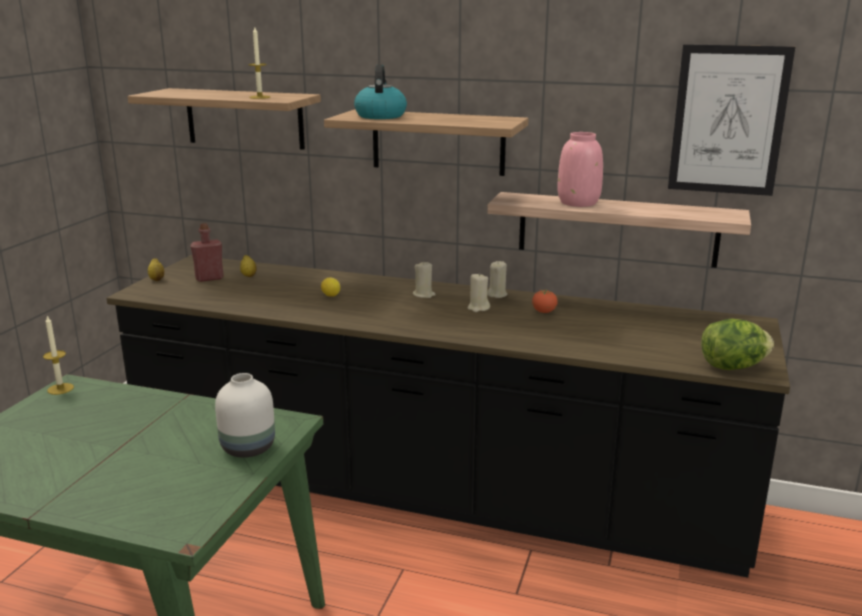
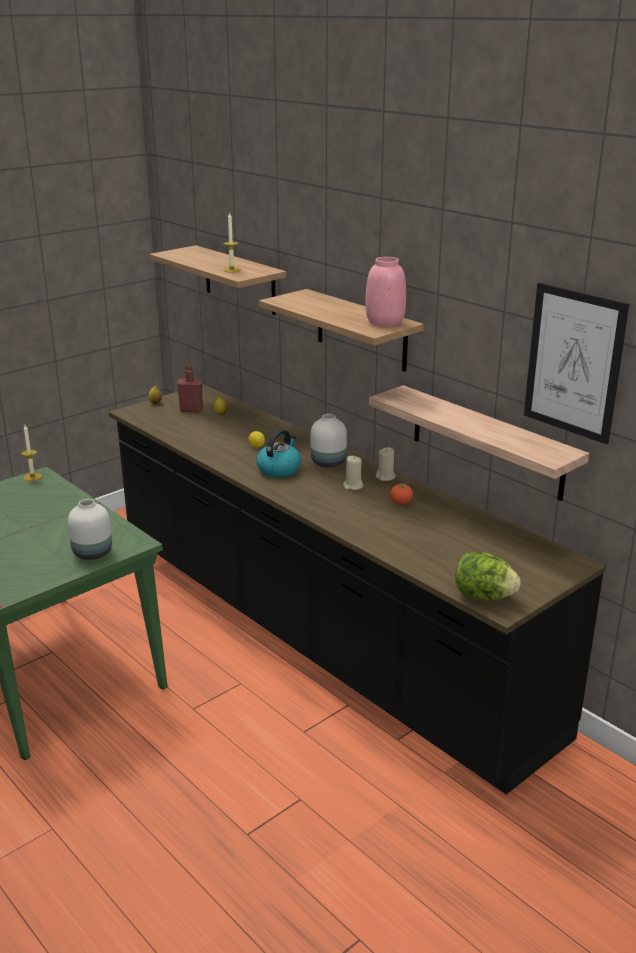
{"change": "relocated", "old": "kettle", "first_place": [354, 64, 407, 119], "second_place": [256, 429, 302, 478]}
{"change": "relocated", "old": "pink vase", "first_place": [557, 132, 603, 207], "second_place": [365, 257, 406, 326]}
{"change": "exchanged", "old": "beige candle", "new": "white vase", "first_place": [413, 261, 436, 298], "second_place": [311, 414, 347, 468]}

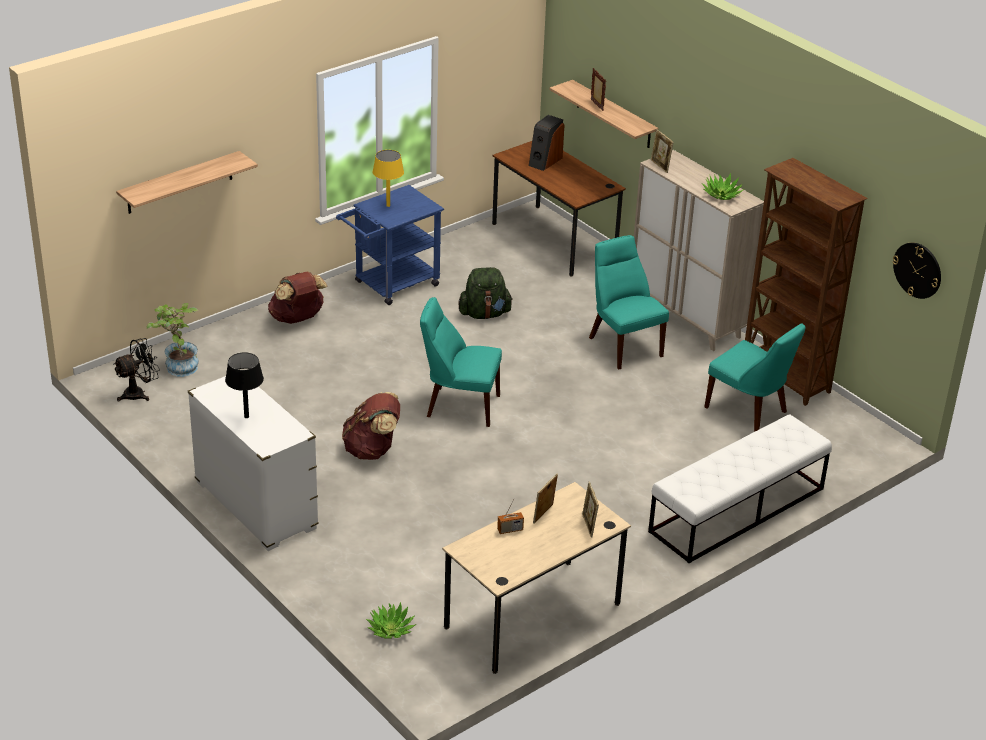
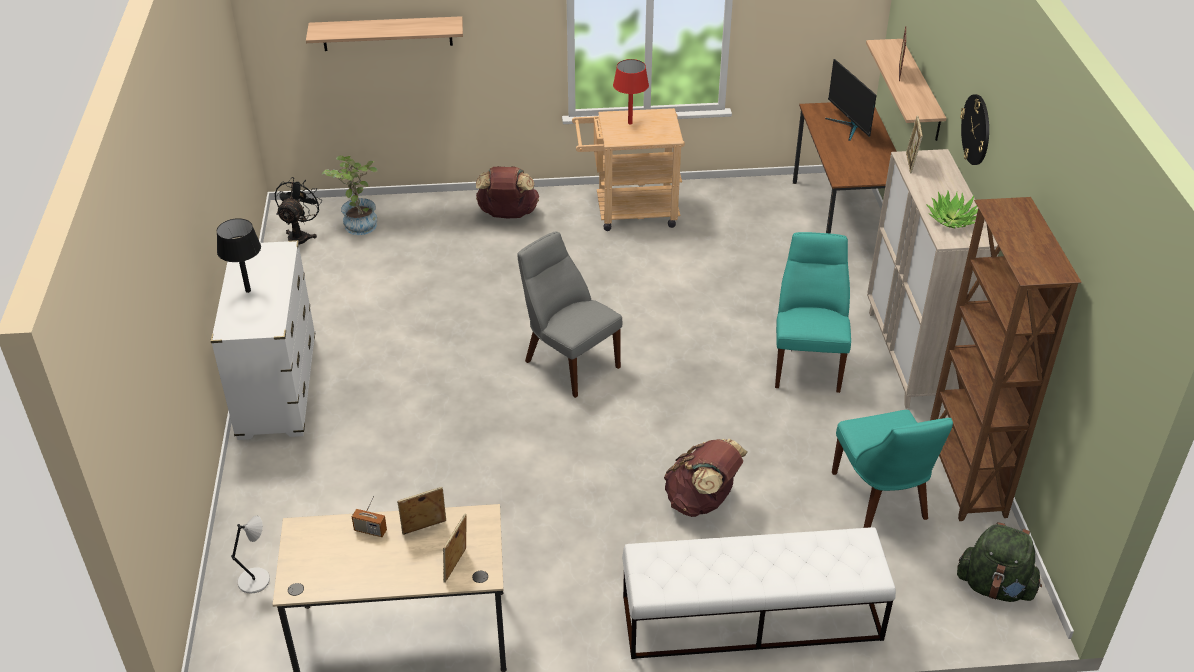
{"change": "relocated", "old": "brown backpack", "first_place": [342, 392, 400, 460], "second_place": [664, 439, 748, 517]}
{"change": "relocated", "old": "green backpack", "first_place": [459, 267, 513, 319], "second_place": [957, 522, 1042, 602]}
{"change": "relocated", "old": "wall clock", "first_place": [892, 242, 941, 299], "second_place": [960, 94, 989, 165]}
{"change": "exchanged", "old": "potted plant", "new": "grey table lamp", "first_place": [366, 602, 416, 639], "second_place": [231, 516, 270, 594]}
{"change": "exchanged", "old": "speaker", "new": "monitor", "first_place": [528, 115, 565, 171], "second_place": [825, 59, 877, 141]}
{"change": "colour", "old": "blue cart", "new": "beige cart", "first_place": [336, 185, 444, 305], "second_place": [572, 108, 685, 231]}
{"change": "colour", "old": "yellow table lamp", "new": "red table lamp", "first_place": [372, 150, 404, 207], "second_place": [613, 59, 649, 124]}
{"change": "colour", "old": "turquoise chair", "new": "grey chair", "first_place": [420, 297, 502, 427], "second_place": [518, 232, 622, 398]}
{"change": "spun", "old": "black fan", "first_place": [114, 338, 160, 402], "second_place": [275, 177, 322, 245], "degrees": -75}

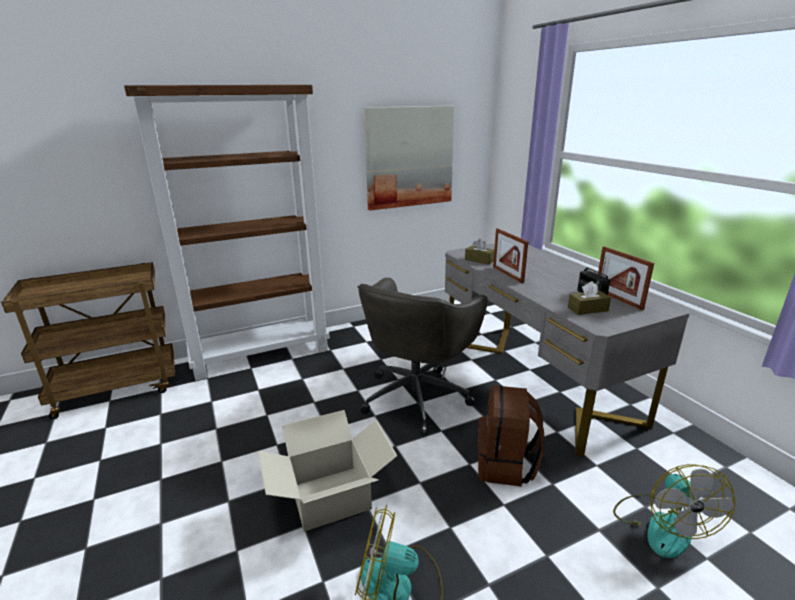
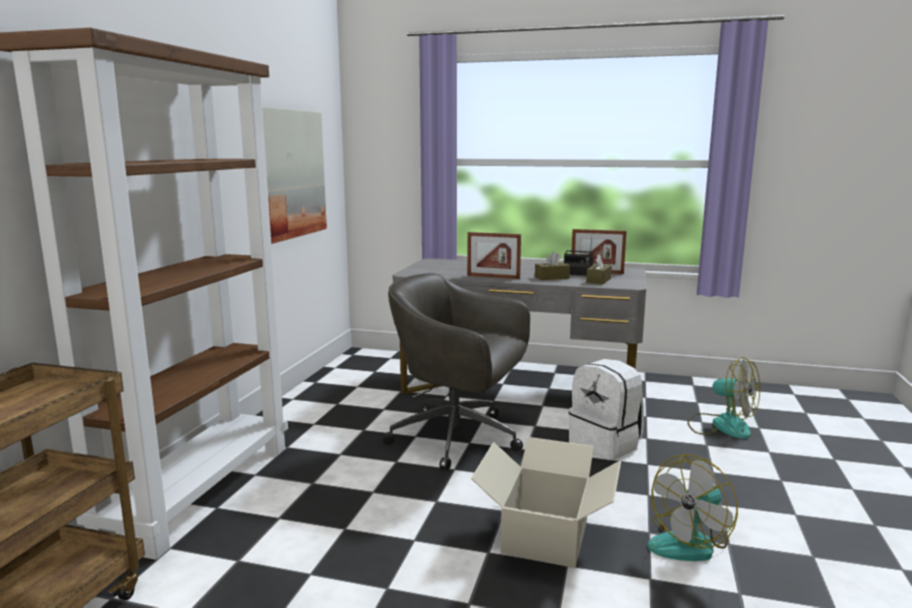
{"change": "relocated", "old": "brown tissue box", "first_place": [465, 239, 494, 265], "second_place": [535, 252, 570, 280]}
{"change": "colour", "old": "brown backpack", "new": "white backpack", "first_place": [478, 386, 544, 487], "second_place": [568, 359, 644, 460]}
{"change": "spun", "old": "grey office chair", "first_place": [358, 278, 488, 435], "second_place": [383, 273, 530, 471], "degrees": 135}

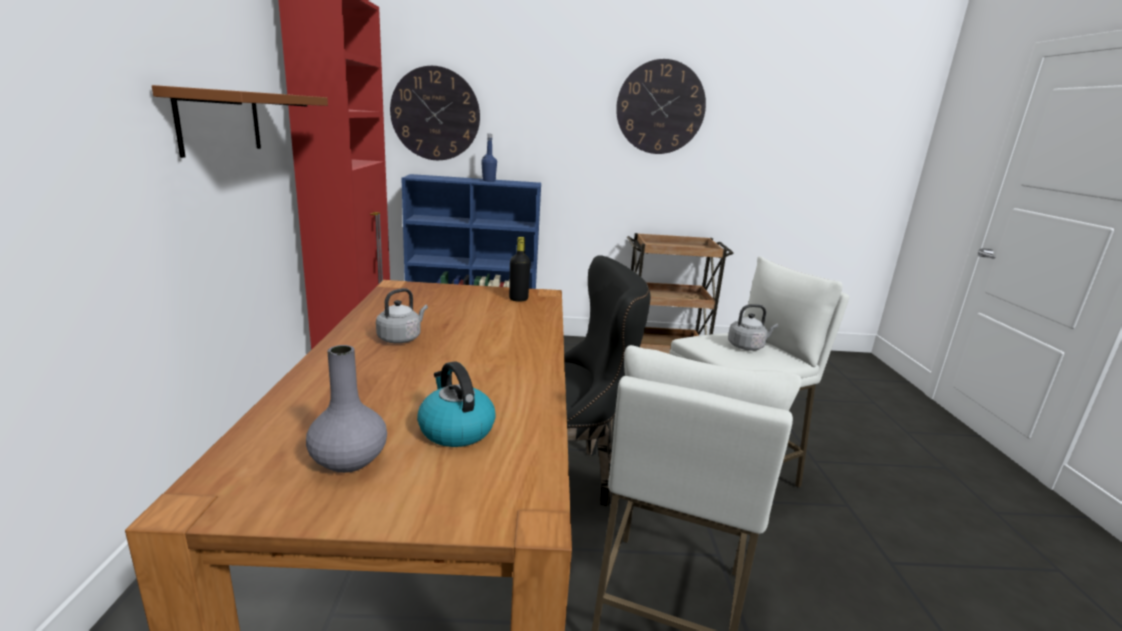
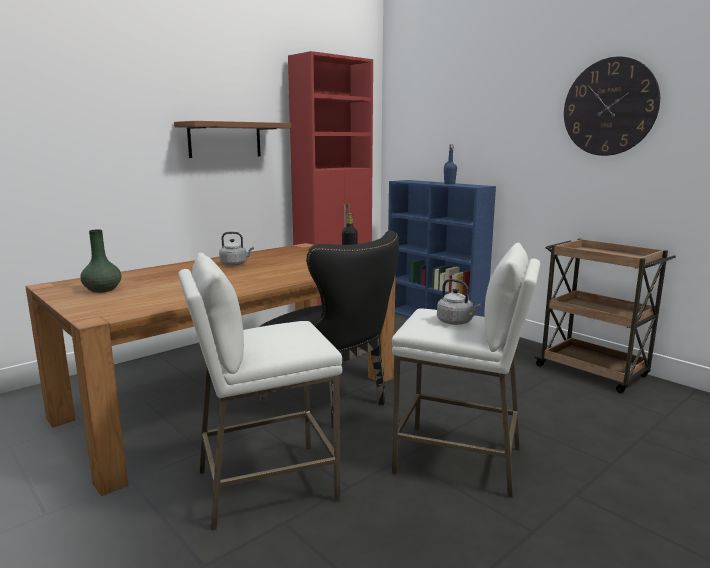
{"change": "missing", "old": "wall clock", "first_place": [390, 66, 480, 160]}
{"change": "missing", "old": "kettle", "first_place": [417, 361, 496, 447]}
{"change": "colour", "old": "grey vase", "new": "green vase", "first_place": [306, 345, 387, 473], "second_place": [80, 229, 121, 293]}

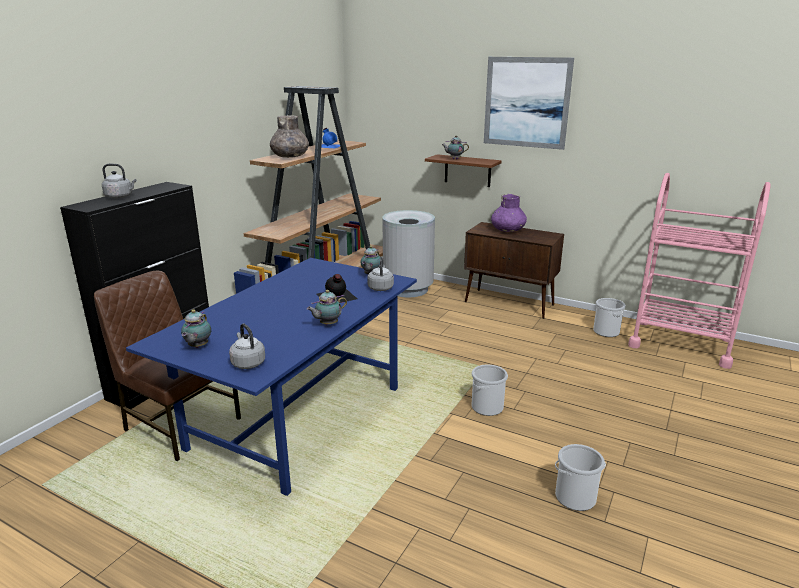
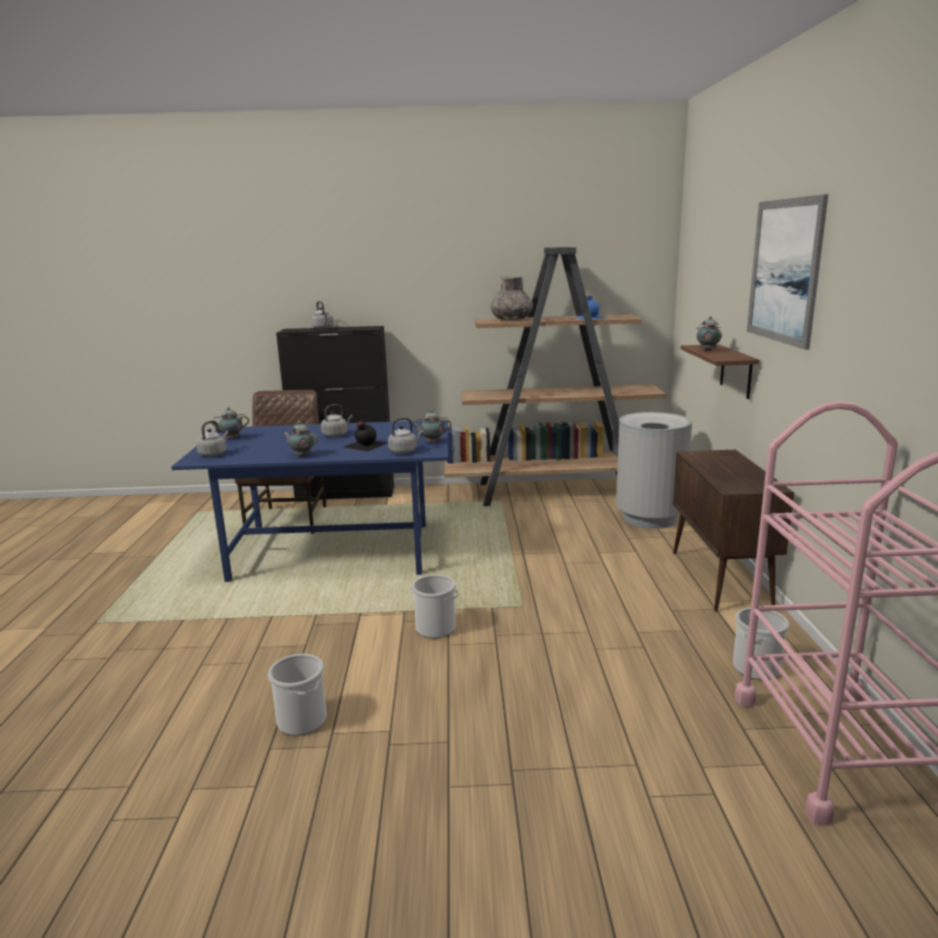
{"change": "missing", "old": "purple vase", "first_place": [491, 194, 527, 232]}
{"change": "appeared", "new": "grey kettle", "second_place": [321, 404, 353, 437]}

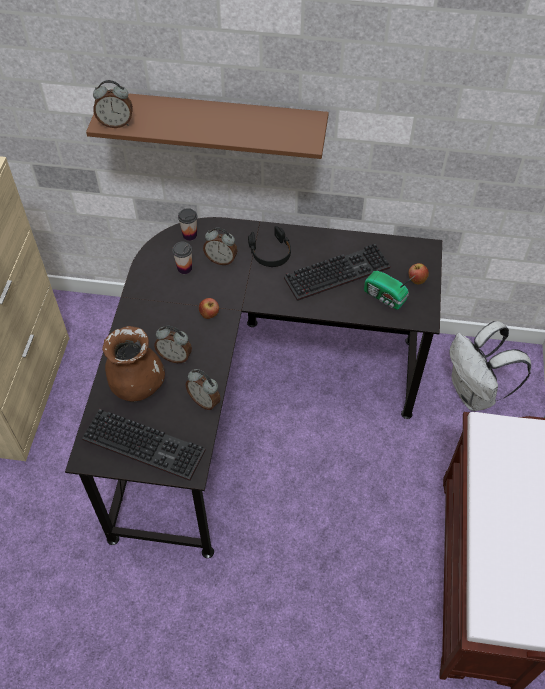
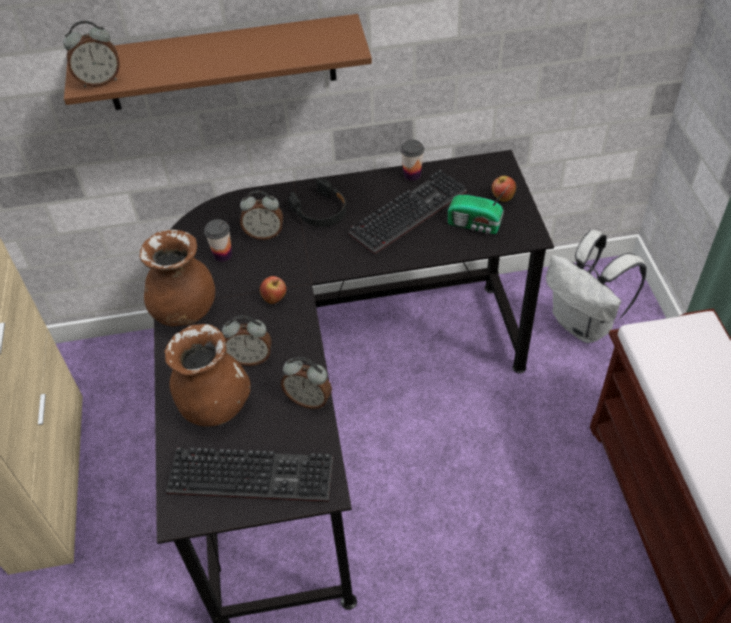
{"change": "appeared", "new": "brown vase", "second_place": [140, 229, 215, 326]}
{"change": "relocated", "old": "cup", "first_place": [178, 208, 197, 241], "second_place": [401, 140, 424, 181]}

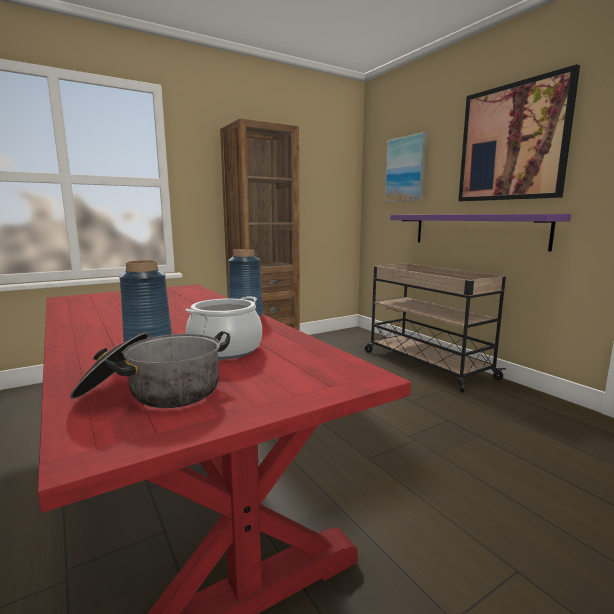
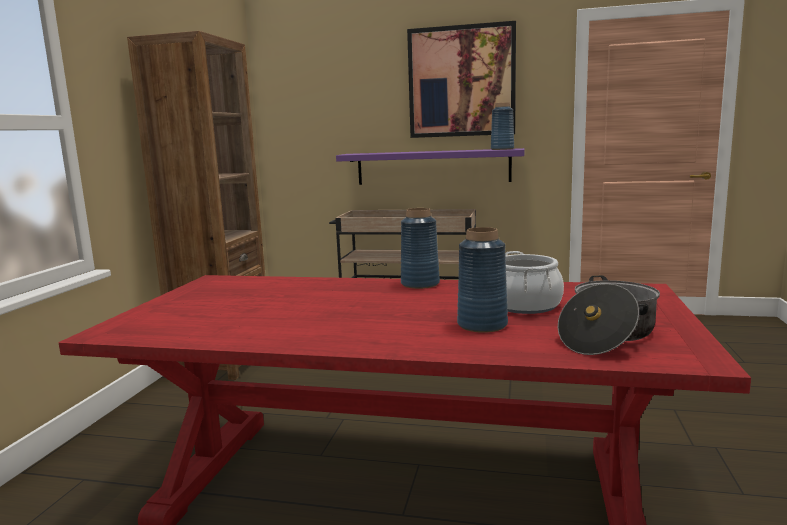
{"change": "missing", "old": "picture", "first_place": [385, 132, 427, 202]}
{"change": "appeared", "new": "blue vase", "second_place": [491, 102, 514, 150]}

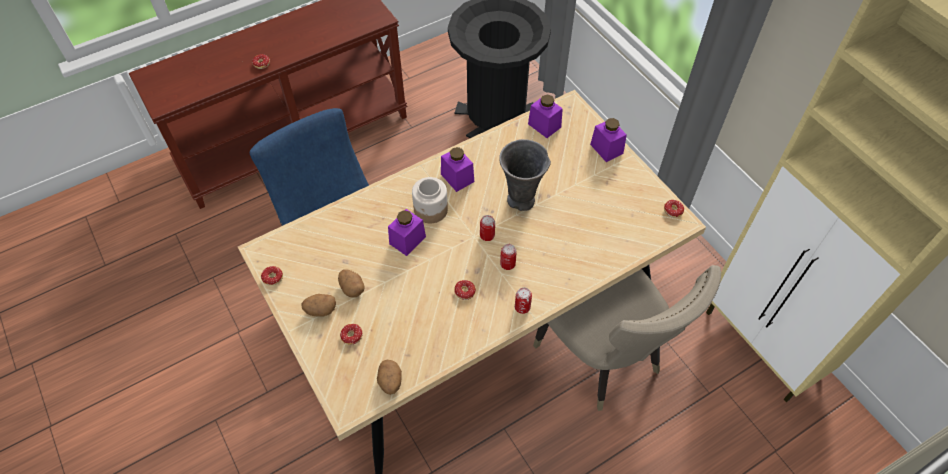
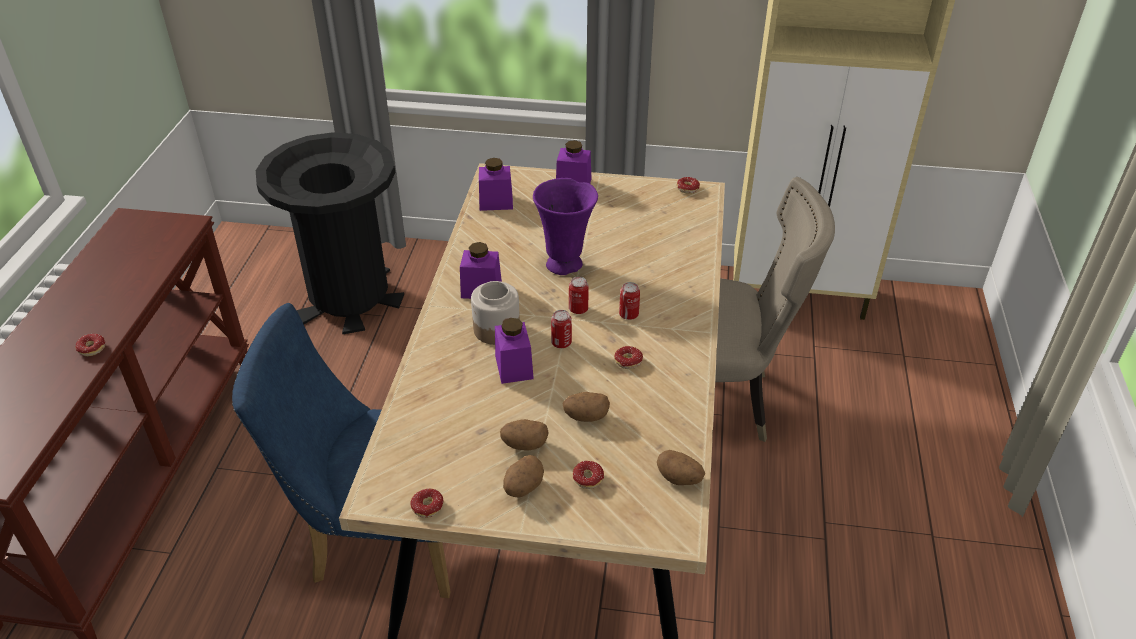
{"change": "appeared", "new": "potato", "second_place": [563, 392, 610, 422]}
{"change": "relocated", "old": "can", "first_place": [515, 287, 532, 314], "second_place": [551, 310, 572, 348]}
{"change": "colour", "old": "grey vase", "new": "purple vase", "first_place": [499, 139, 551, 211], "second_place": [533, 178, 598, 275]}

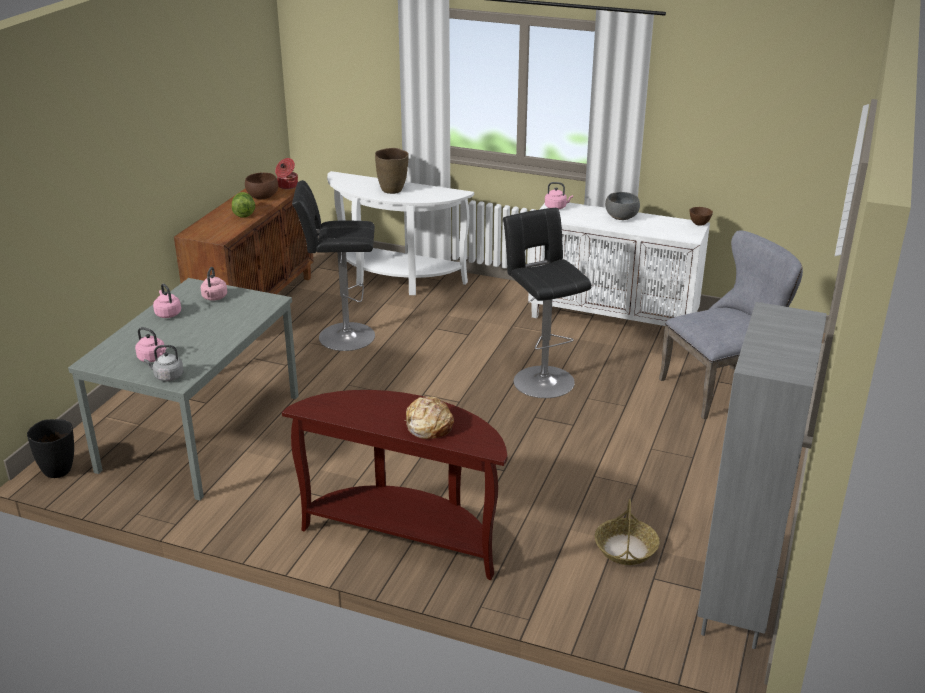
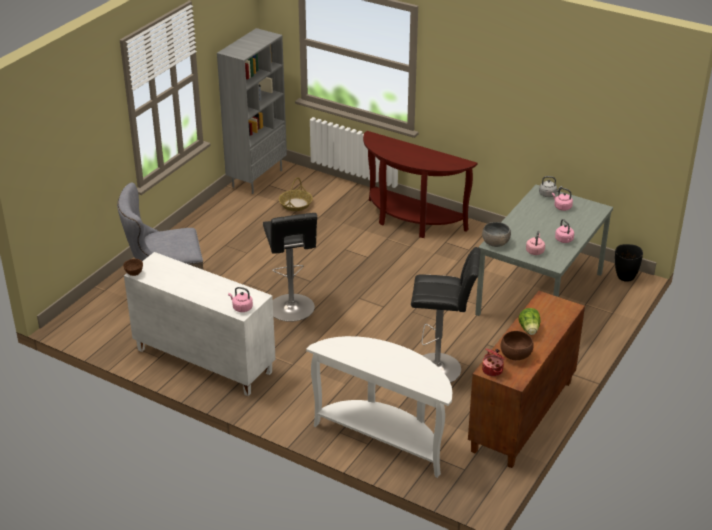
{"change": "missing", "old": "brown vase", "first_place": [375, 148, 409, 194]}
{"change": "missing", "old": "bread", "first_place": [404, 396, 454, 439]}
{"change": "relocated", "old": "grey bowl", "first_place": [605, 192, 640, 220], "second_place": [482, 222, 511, 247]}

